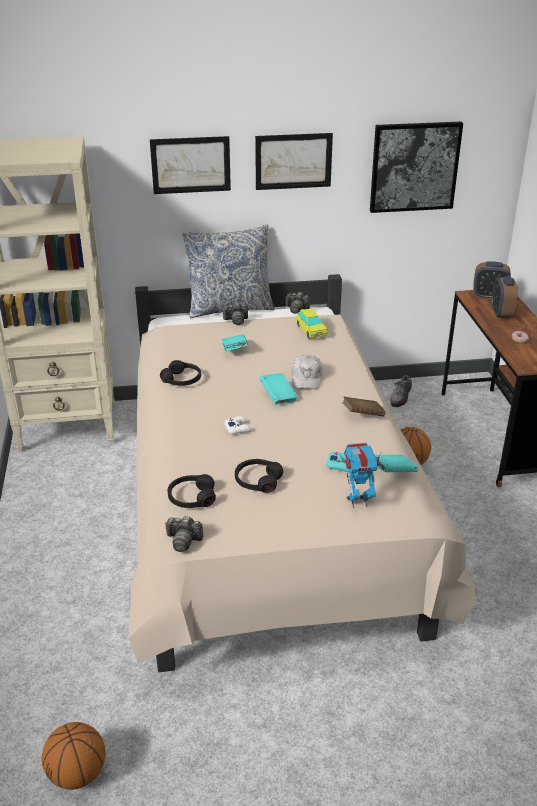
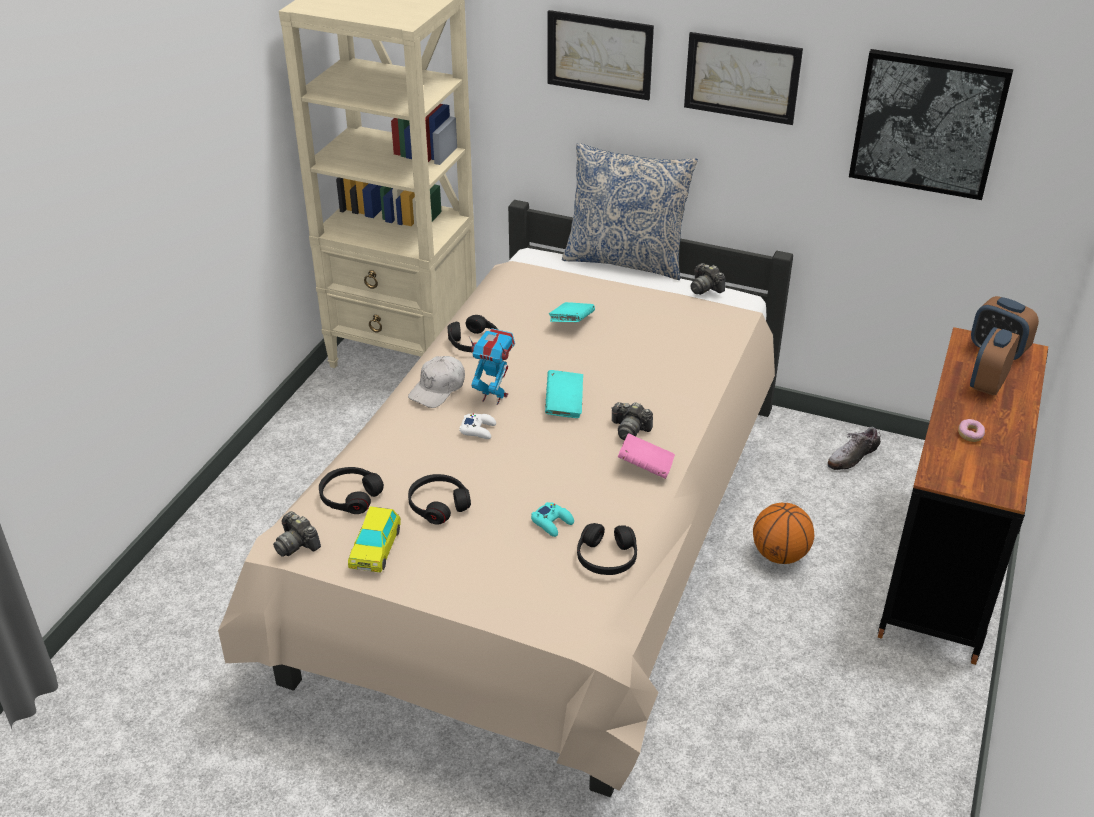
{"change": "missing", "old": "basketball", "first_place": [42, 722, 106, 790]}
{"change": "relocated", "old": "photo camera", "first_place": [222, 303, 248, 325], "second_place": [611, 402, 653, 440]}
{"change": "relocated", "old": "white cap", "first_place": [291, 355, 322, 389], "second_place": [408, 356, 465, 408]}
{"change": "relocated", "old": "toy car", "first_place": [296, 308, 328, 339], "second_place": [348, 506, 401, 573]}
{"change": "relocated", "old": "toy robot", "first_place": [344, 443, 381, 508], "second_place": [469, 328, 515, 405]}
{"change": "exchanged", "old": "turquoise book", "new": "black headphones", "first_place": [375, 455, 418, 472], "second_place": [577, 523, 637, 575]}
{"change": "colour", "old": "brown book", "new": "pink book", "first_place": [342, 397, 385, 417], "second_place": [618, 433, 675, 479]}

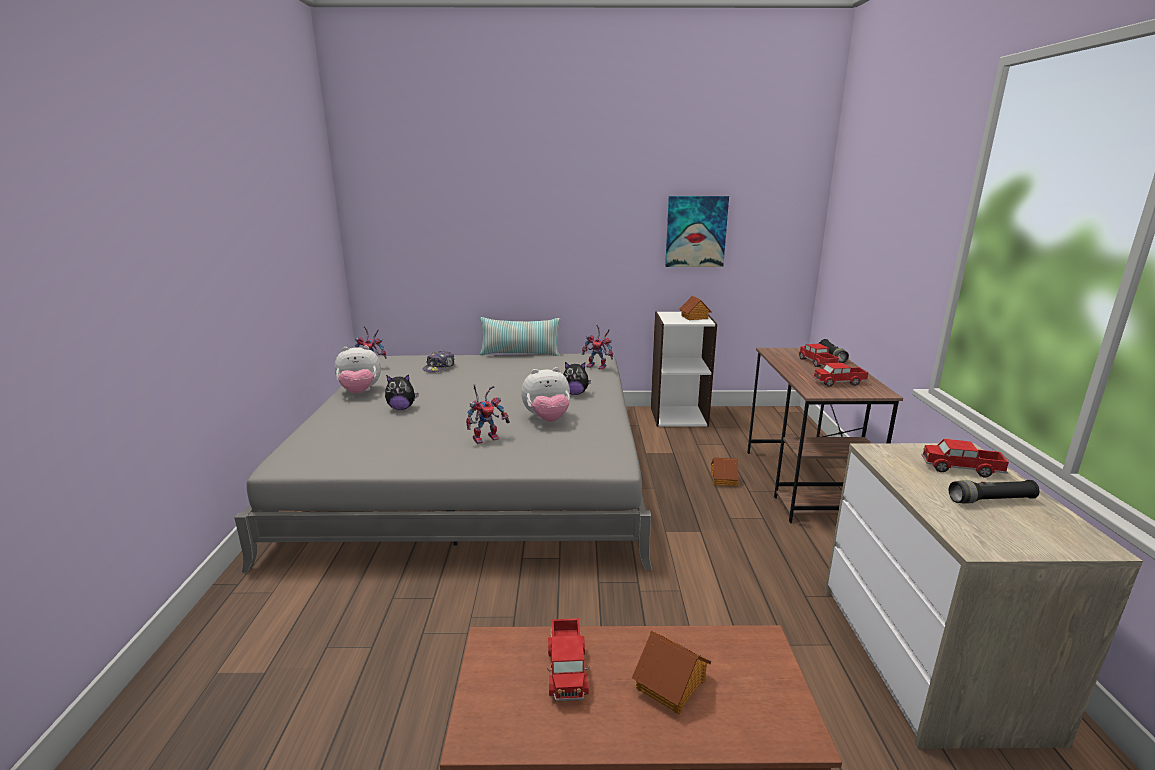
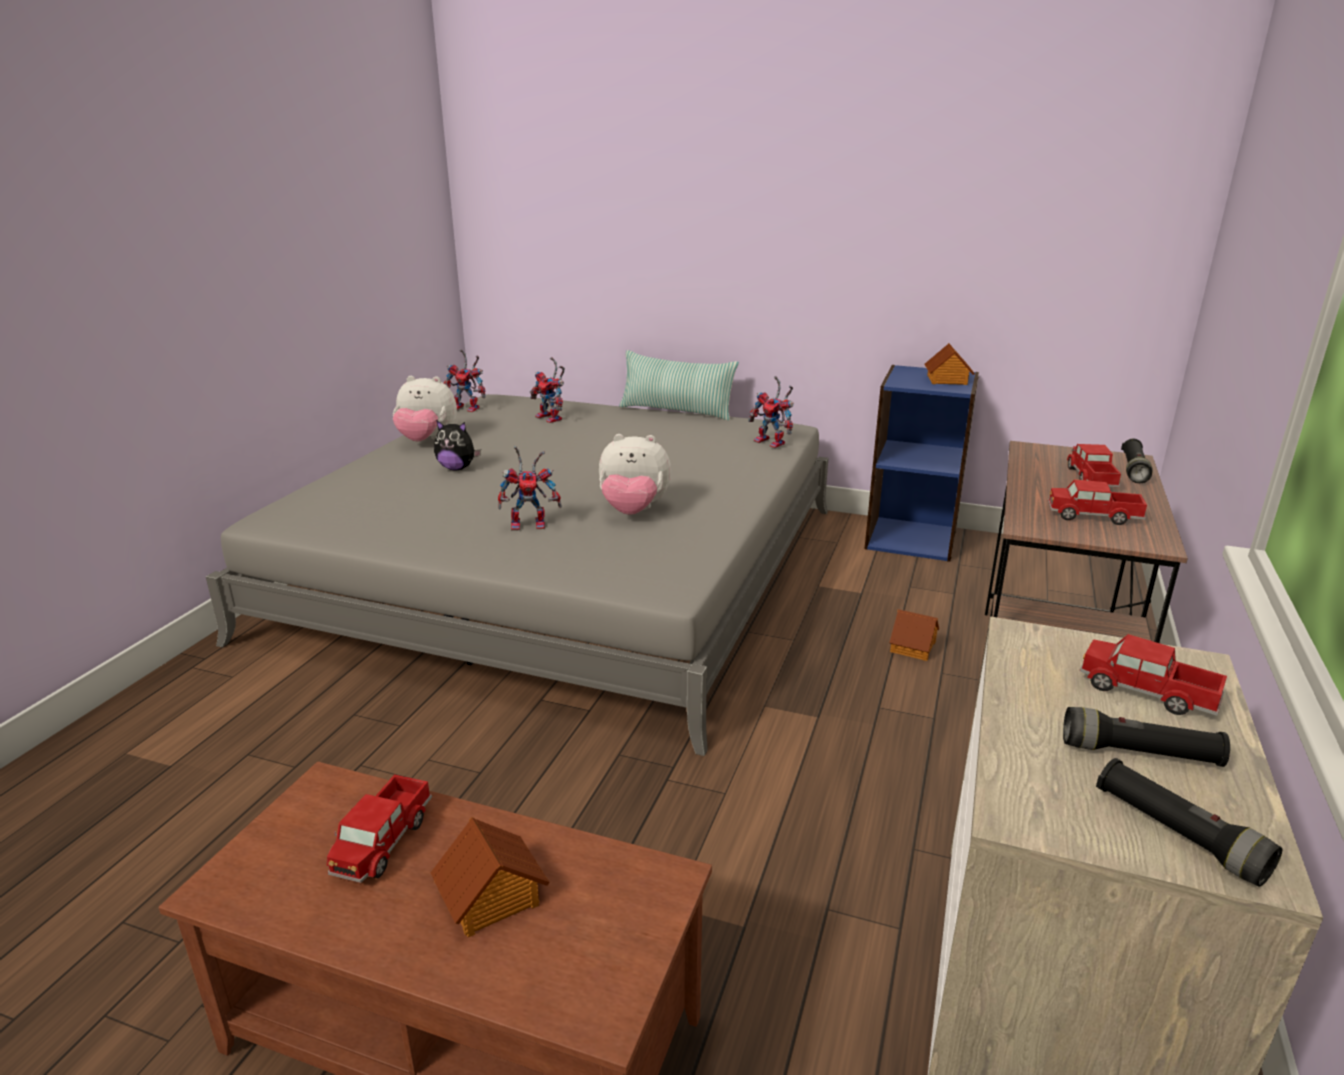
{"change": "missing", "old": "plush toy", "first_place": [563, 362, 591, 395]}
{"change": "missing", "old": "picture", "first_place": [665, 196, 729, 267]}
{"change": "appeared", "new": "black flashlight", "second_place": [1096, 758, 1282, 887]}
{"change": "exchanged", "old": "cap", "new": "toy robot", "first_place": [423, 350, 454, 373], "second_place": [530, 357, 565, 423]}
{"change": "colour", "old": "white bookcase", "new": "blue bookcase", "first_place": [651, 312, 717, 427], "second_place": [865, 365, 979, 562]}

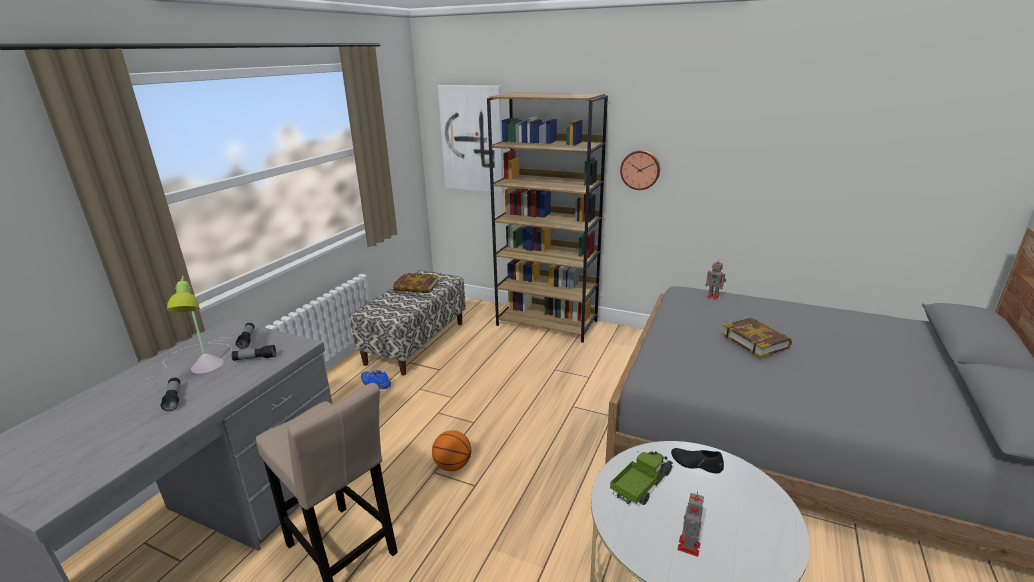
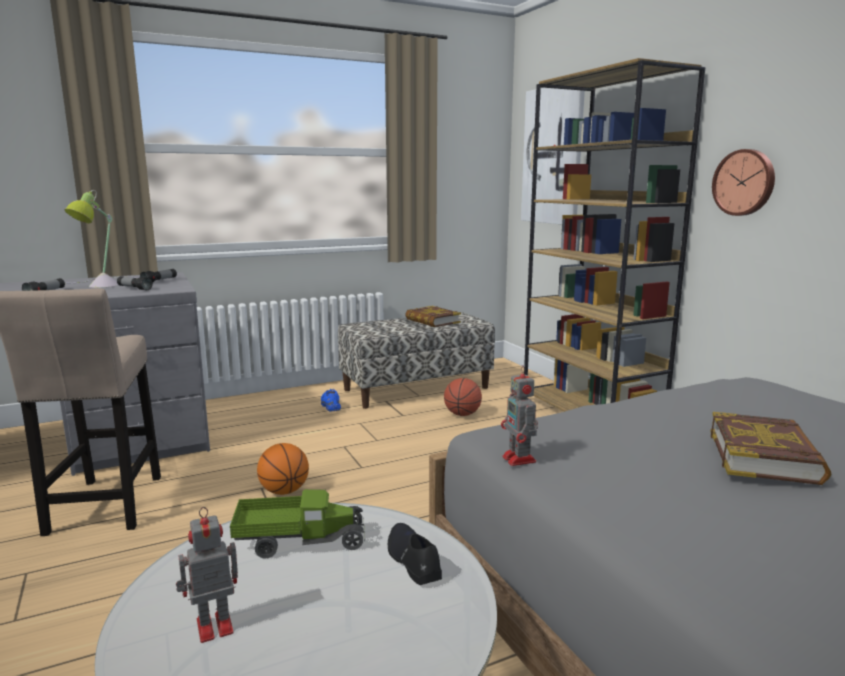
{"change": "appeared", "new": "basketball", "second_place": [444, 378, 482, 416]}
{"change": "relocated", "old": "toy robot", "first_place": [705, 259, 726, 300], "second_place": [501, 366, 538, 466]}

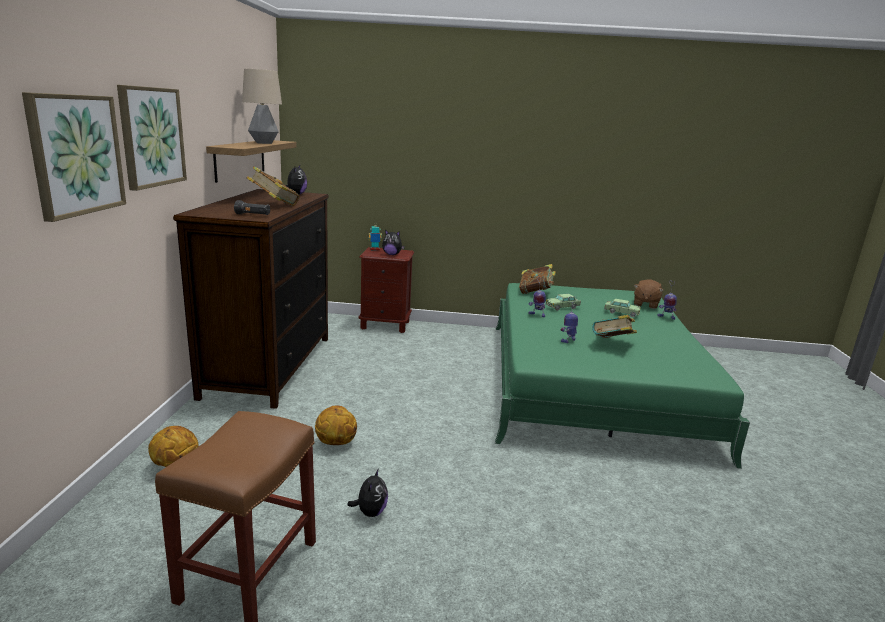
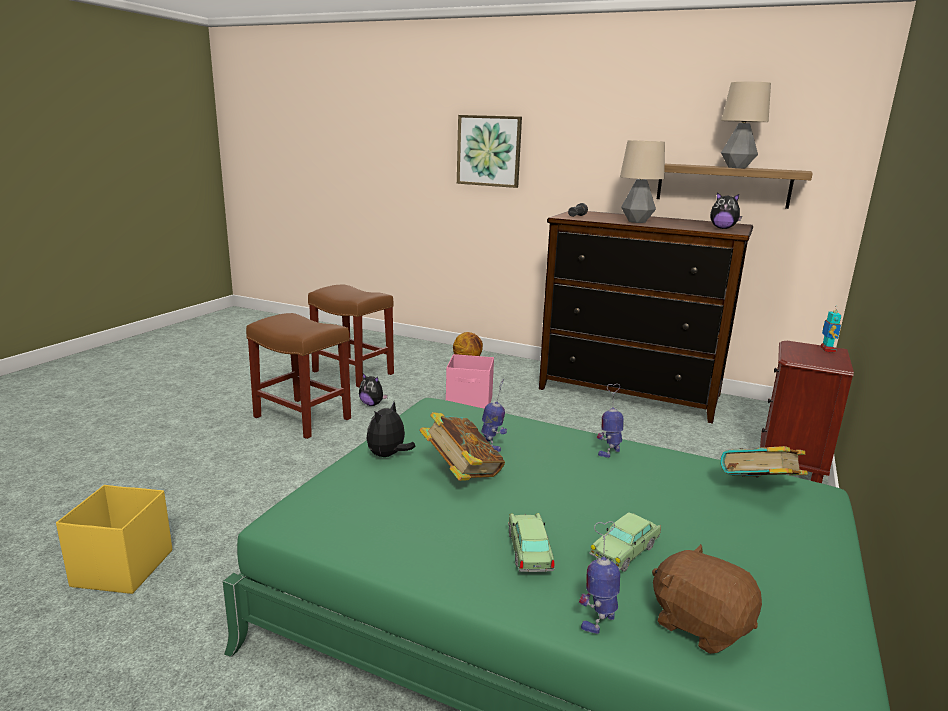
{"change": "missing", "old": "picture", "first_place": [117, 85, 187, 191]}
{"change": "appeared", "new": "yellow storage box", "second_place": [56, 485, 172, 594]}
{"change": "appeared", "new": "brown stool", "second_place": [246, 313, 351, 439]}
{"change": "relocated", "old": "plush toy", "first_place": [382, 230, 405, 255], "second_place": [366, 402, 416, 457]}
{"change": "relocated", "old": "toy car", "first_place": [546, 294, 581, 311], "second_place": [508, 513, 555, 572]}
{"change": "exchanged", "old": "book", "new": "table lamp", "first_place": [247, 166, 300, 206], "second_place": [620, 140, 665, 223]}
{"change": "exchanged", "old": "basketball", "new": "pink storage box", "first_place": [315, 406, 357, 445], "second_place": [446, 354, 494, 409]}

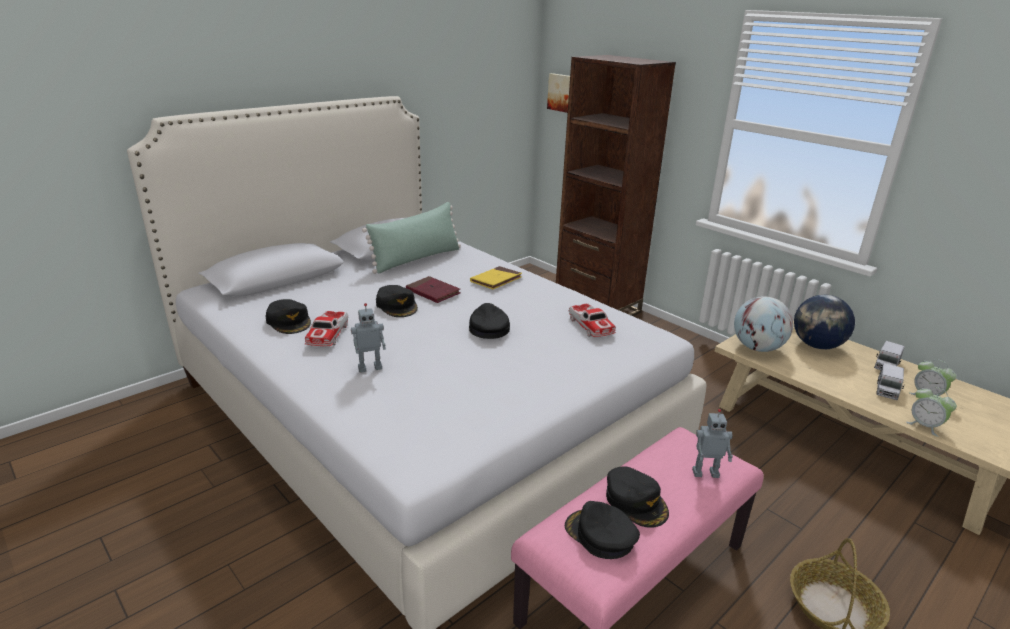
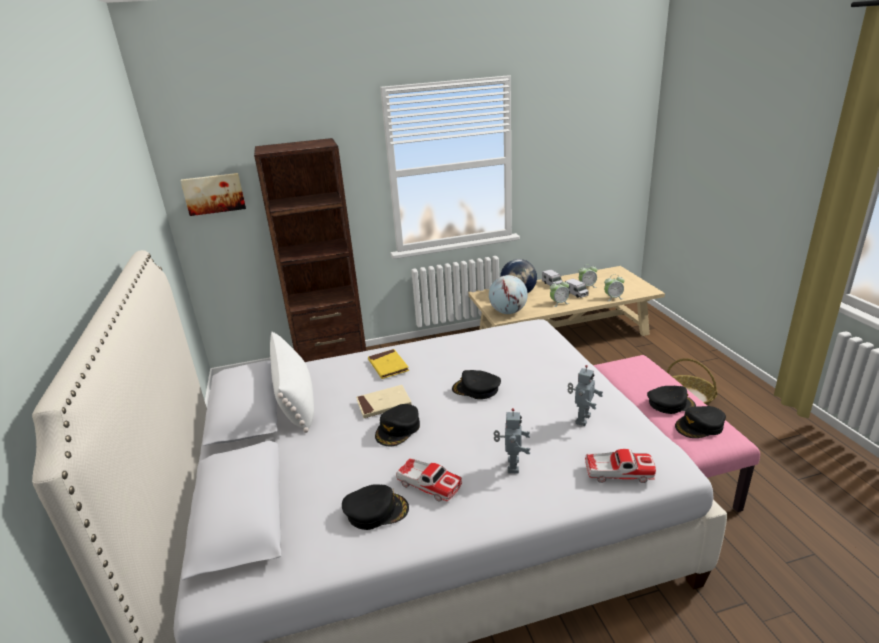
{"change": "appeared", "new": "alarm clock", "second_place": [550, 279, 569, 307]}
{"change": "relocated", "old": "toy car", "first_place": [569, 303, 616, 337], "second_place": [585, 449, 656, 483]}
{"change": "relocated", "old": "toy robot", "first_place": [692, 409, 733, 478], "second_place": [568, 365, 603, 426]}
{"change": "colour", "old": "green pillow", "new": "white pillow", "first_place": [362, 202, 461, 274], "second_place": [270, 332, 314, 433]}
{"change": "colour", "old": "red book", "new": "beige book", "first_place": [406, 276, 461, 303], "second_place": [356, 385, 412, 418]}
{"change": "spun", "old": "black cap", "first_place": [376, 285, 418, 317], "second_place": [375, 404, 420, 446], "degrees": 120}

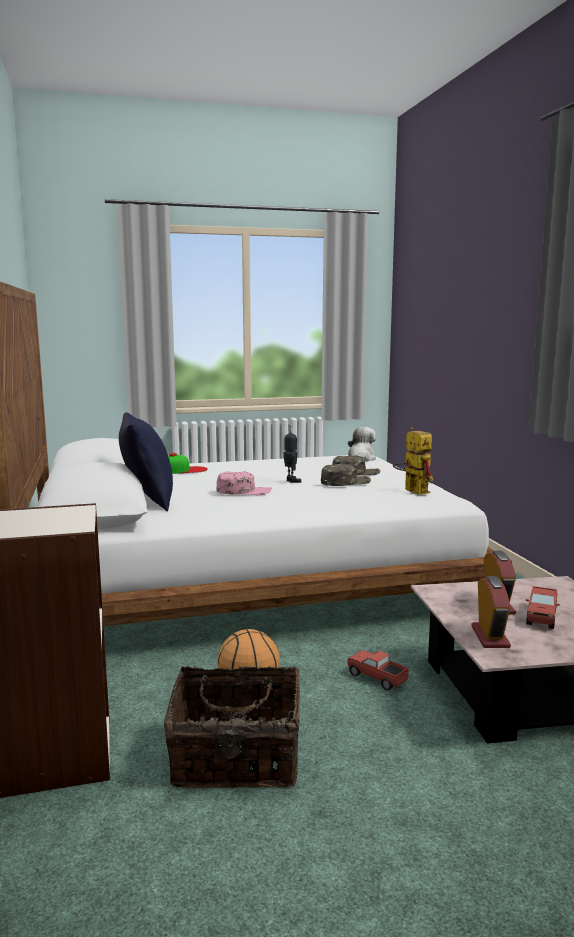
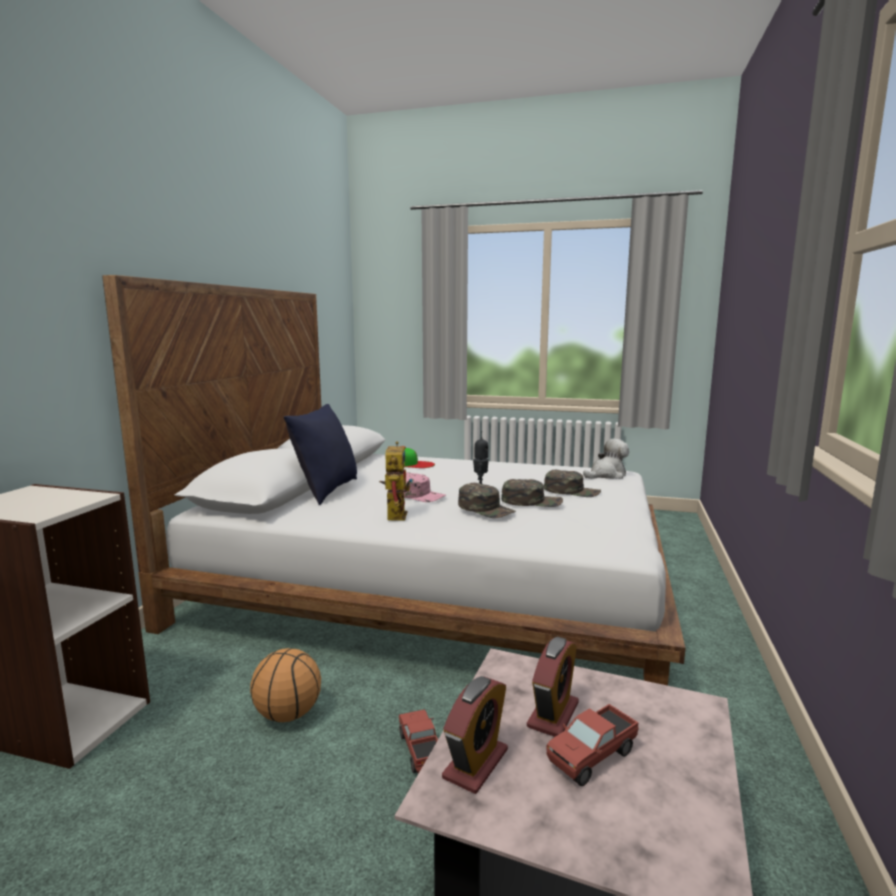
{"change": "missing", "old": "basket", "first_place": [164, 666, 300, 788]}
{"change": "appeared", "new": "green cap", "second_place": [458, 483, 516, 518]}
{"change": "relocated", "old": "toy robot", "first_place": [393, 427, 433, 495], "second_place": [379, 441, 412, 520]}

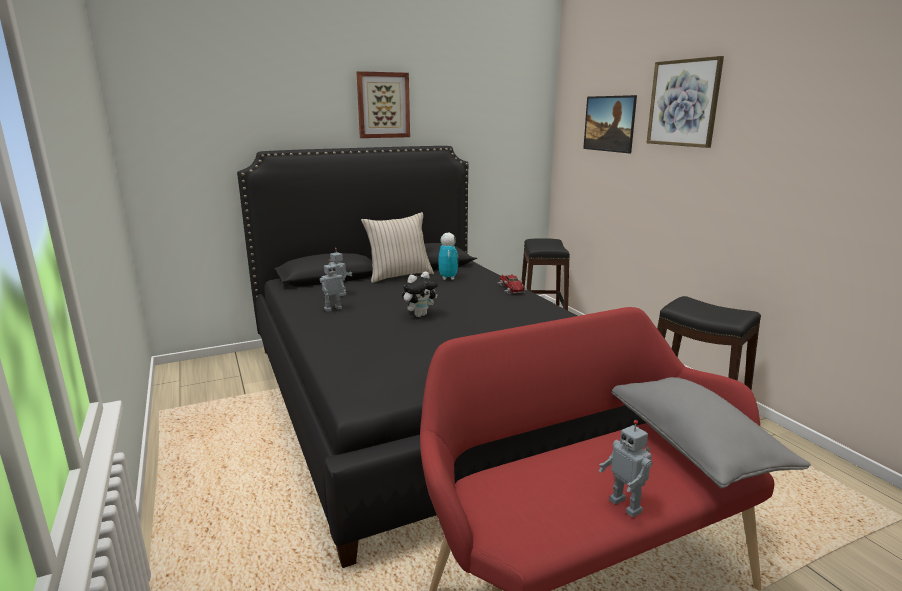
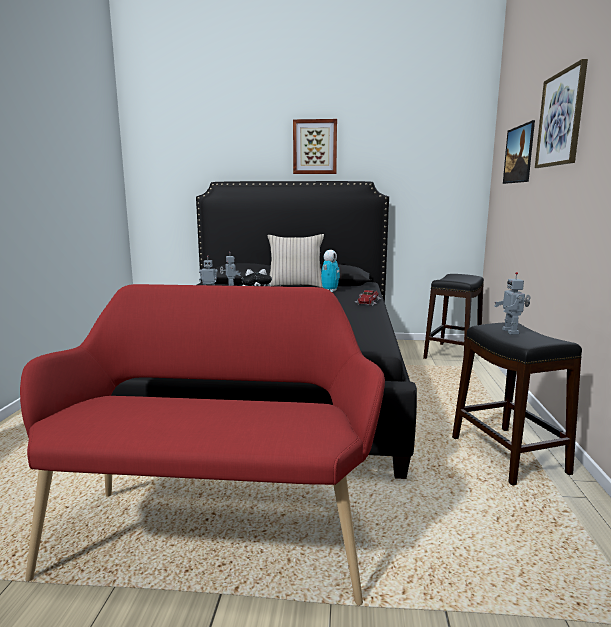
{"change": "missing", "old": "grey pillow", "first_place": [612, 377, 811, 488]}
{"change": "relocated", "old": "toy robot", "first_place": [599, 420, 653, 517], "second_place": [494, 272, 531, 335]}

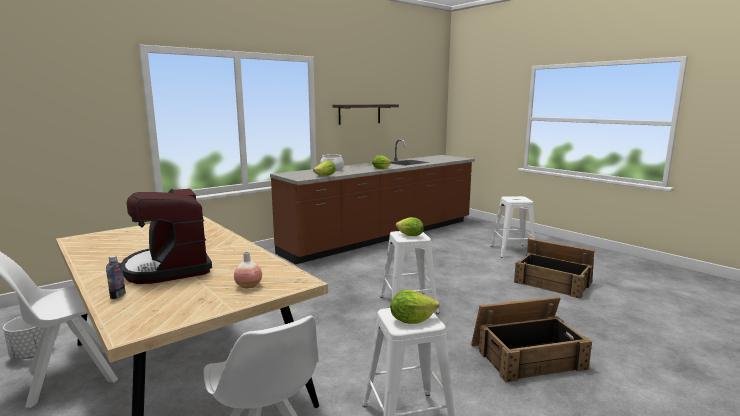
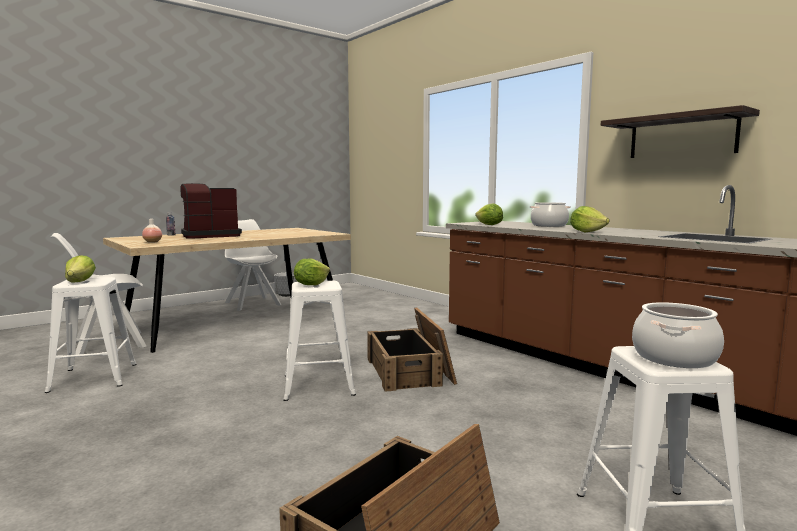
{"change": "appeared", "new": "cooking pot", "second_place": [632, 302, 724, 368]}
{"change": "relocated", "old": "crate", "first_place": [471, 297, 592, 382], "second_place": [367, 307, 457, 392]}

